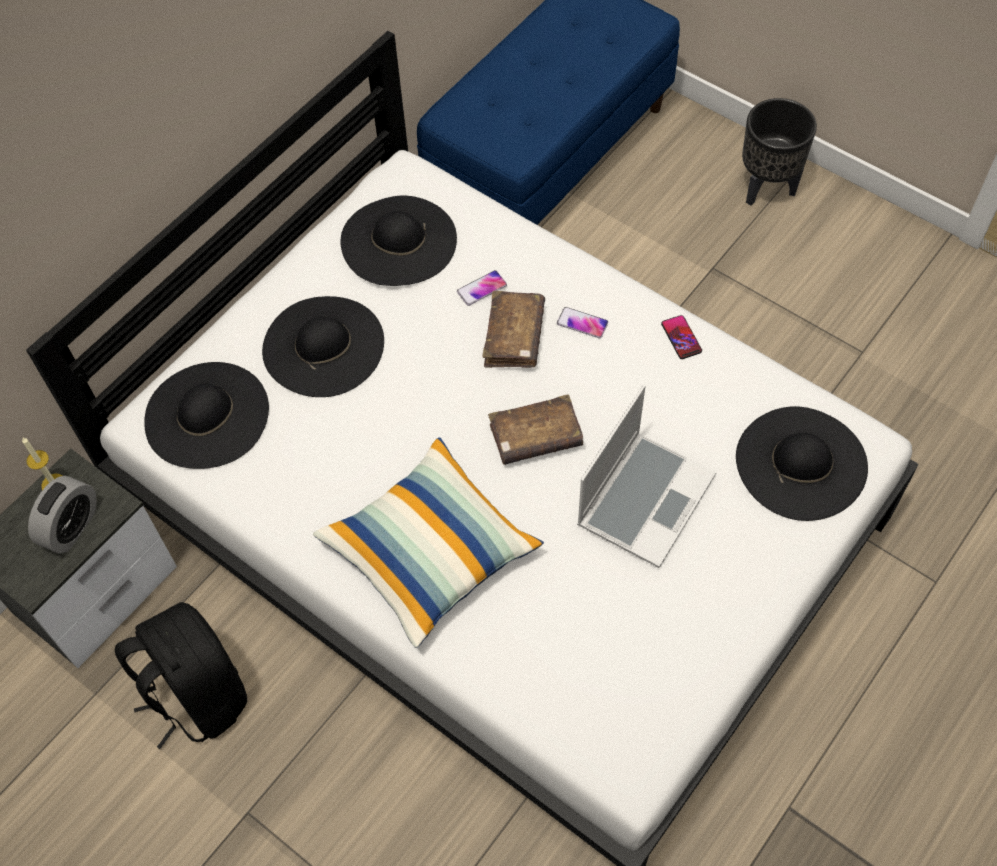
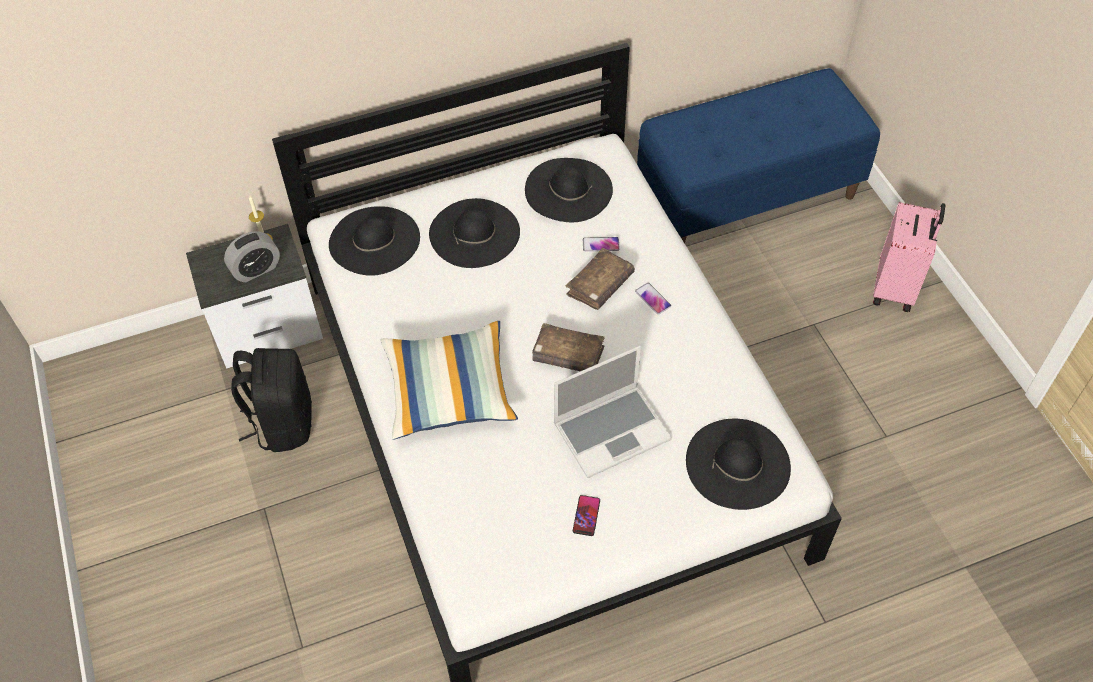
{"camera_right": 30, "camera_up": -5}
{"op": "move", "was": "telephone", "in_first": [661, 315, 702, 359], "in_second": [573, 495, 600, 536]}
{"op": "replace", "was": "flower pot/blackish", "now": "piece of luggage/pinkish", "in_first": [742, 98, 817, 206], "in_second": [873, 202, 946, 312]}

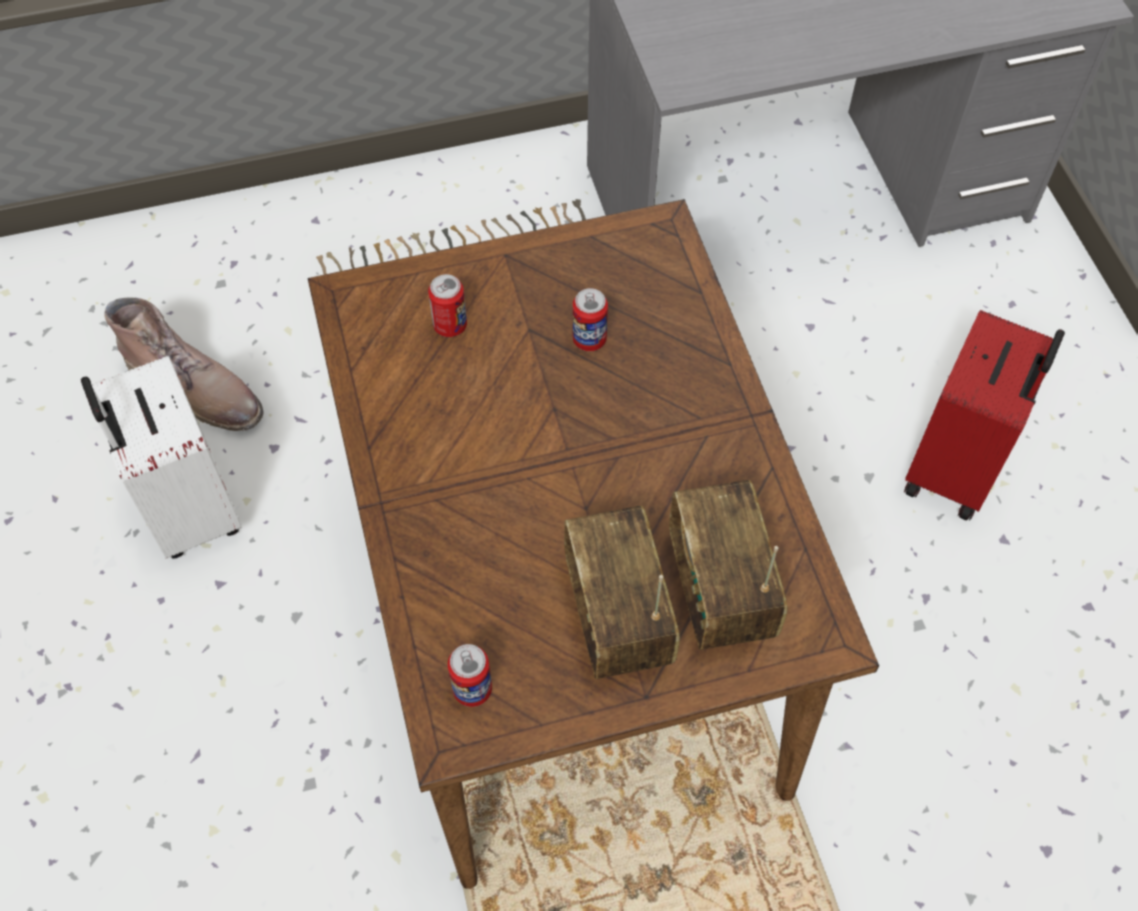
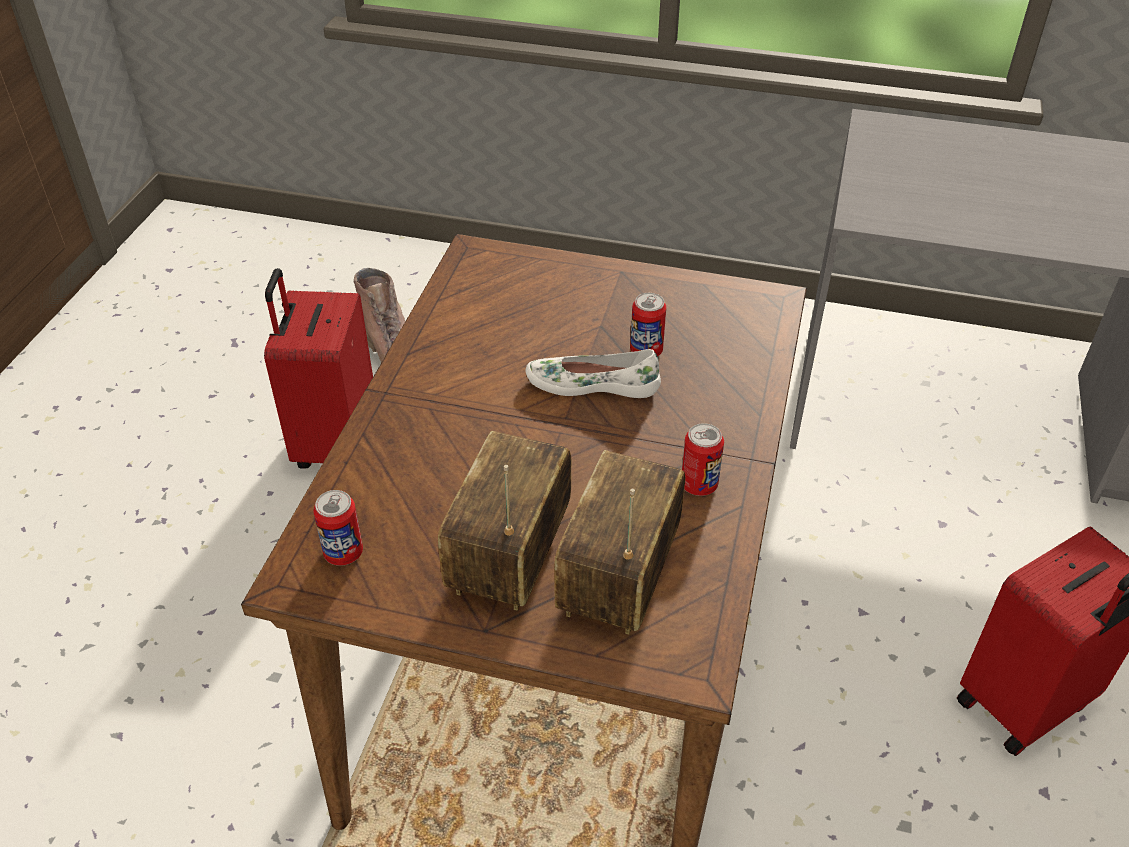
{"camera_right": 30, "camera_up": -15}
{"op": "recolor", "was": "piece of luggage/whitish", "now": "piece of luggage/red", "in_first": [81, 356, 242, 559], "in_second": [264, 268, 373, 469]}
{"op": "insert", "now": "low shoe/whitish", "in_second": [526, 349, 661, 398]}
{"op": "move", "was": "can", "in_first": [428, 274, 467, 337], "in_second": [682, 423, 724, 496]}

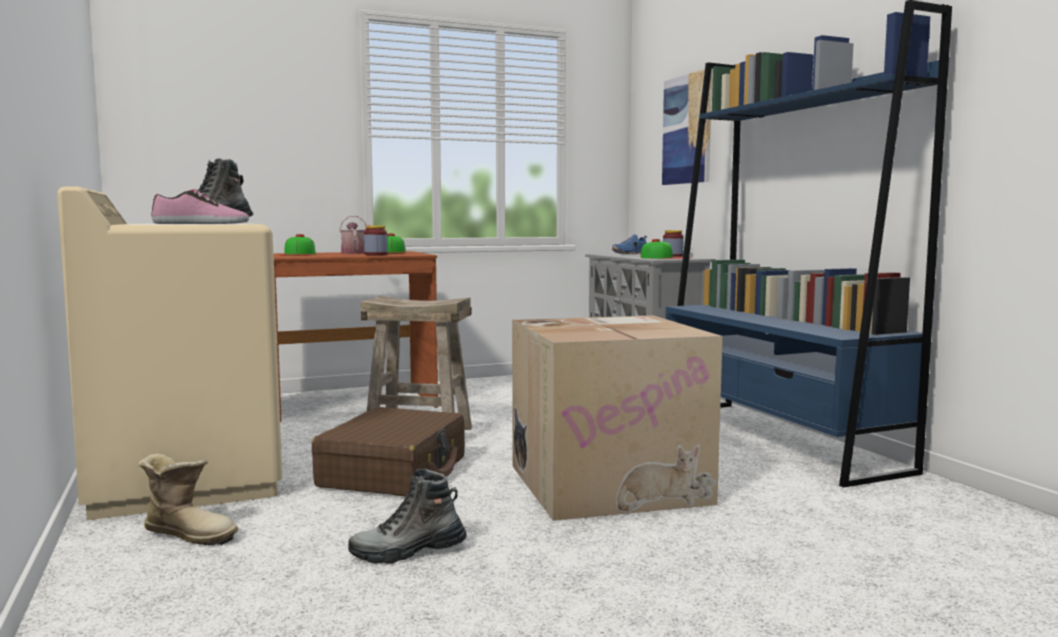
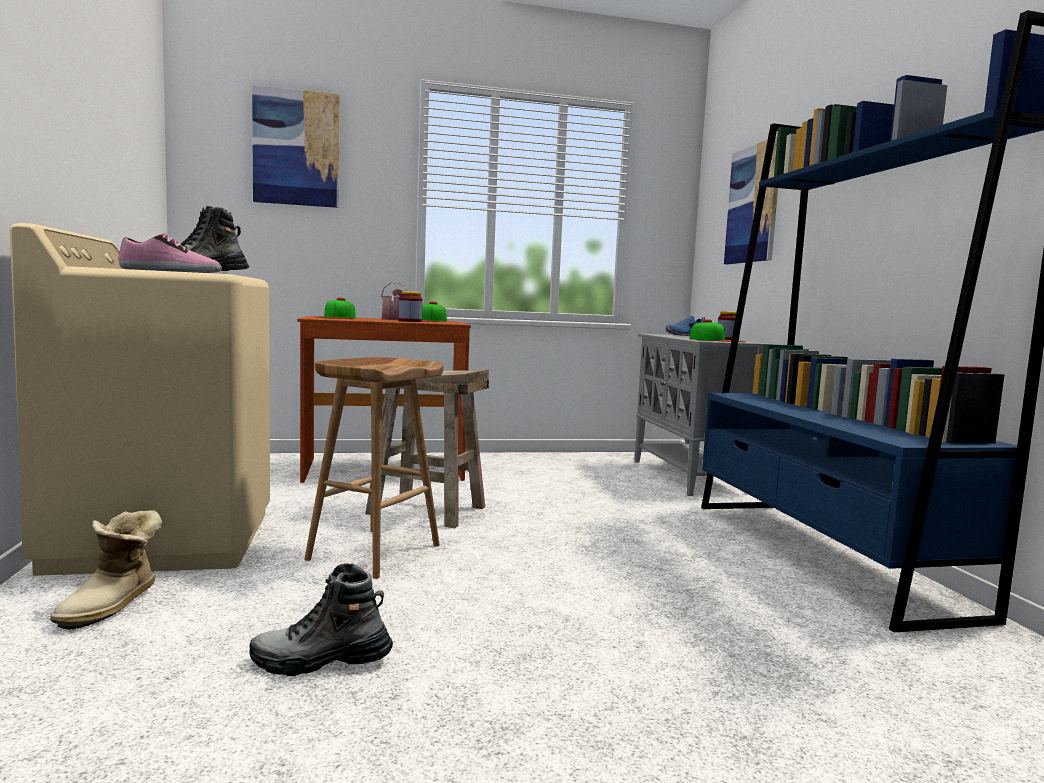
{"camera_right": 10, "camera_up": 0}
{"op": "rotate", "was": "high-top boot", "in_first": [138, 454, 238, 545], "in_second": [50, 510, 162, 630], "clockwise": 75}
{"op": "insert", "now": "picture", "in_second": [252, 85, 340, 208]}
{"op": "replace", "was": "piece of luggage/brown-coloured", "now": "stool seat/brown-coloured", "in_first": [312, 407, 465, 497], "in_second": [304, 357, 443, 579]}
{"op": "delete", "was": "cardboard box", "in_first": [512, 315, 723, 521]}

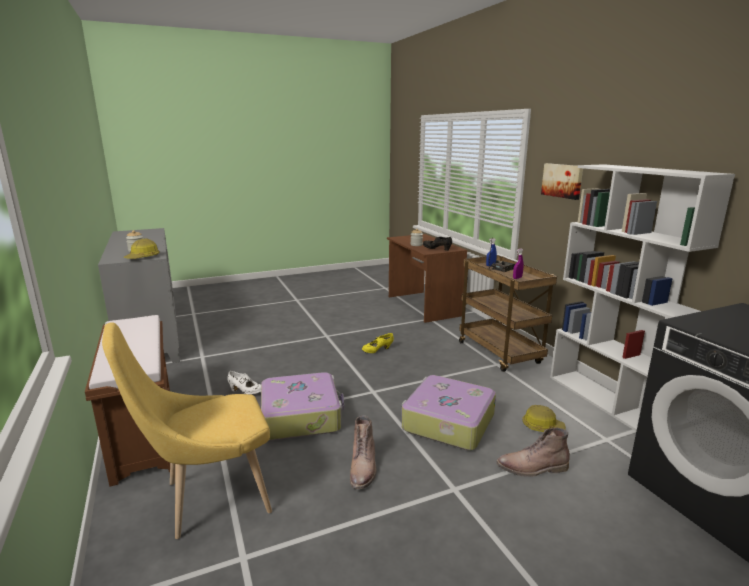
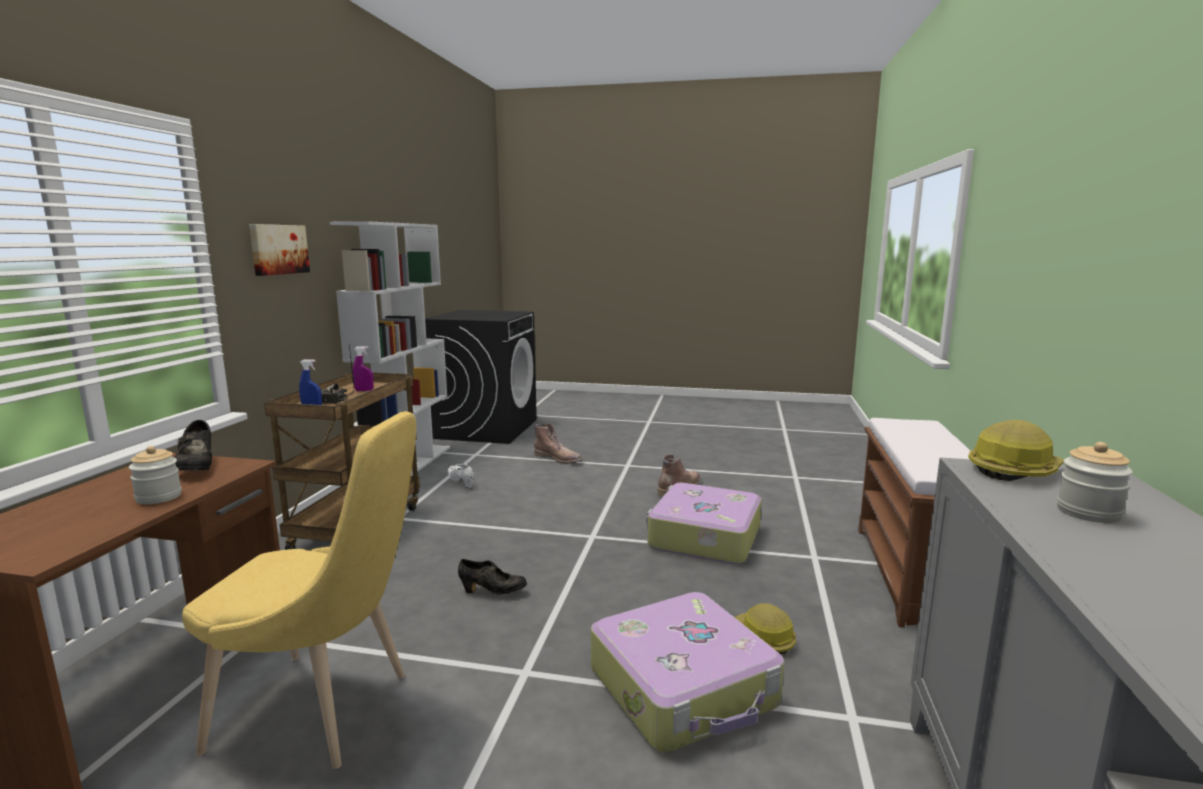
{"camera_right": -145, "camera_up": -5}
{"op": "move", "was": "plain chair/yellow-coloured", "in_first": [102, 322, 272, 539], "in_second": [182, 411, 416, 769]}
{"op": "move", "was": "low shoe/whitish", "in_first": [227, 371, 261, 394], "in_second": [448, 464, 474, 488]}
{"op": "recolor", "was": "low shoe/yellow-coloured", "now": "low shoe/blackish", "in_first": [362, 333, 394, 353], "in_second": [458, 559, 527, 595]}
{"op": "move", "was": "piece of luggage", "in_first": [401, 375, 496, 450], "in_second": [591, 592, 784, 753]}
{"op": "move", "was": "work helmet", "in_first": [522, 405, 566, 432], "in_second": [735, 603, 796, 654]}

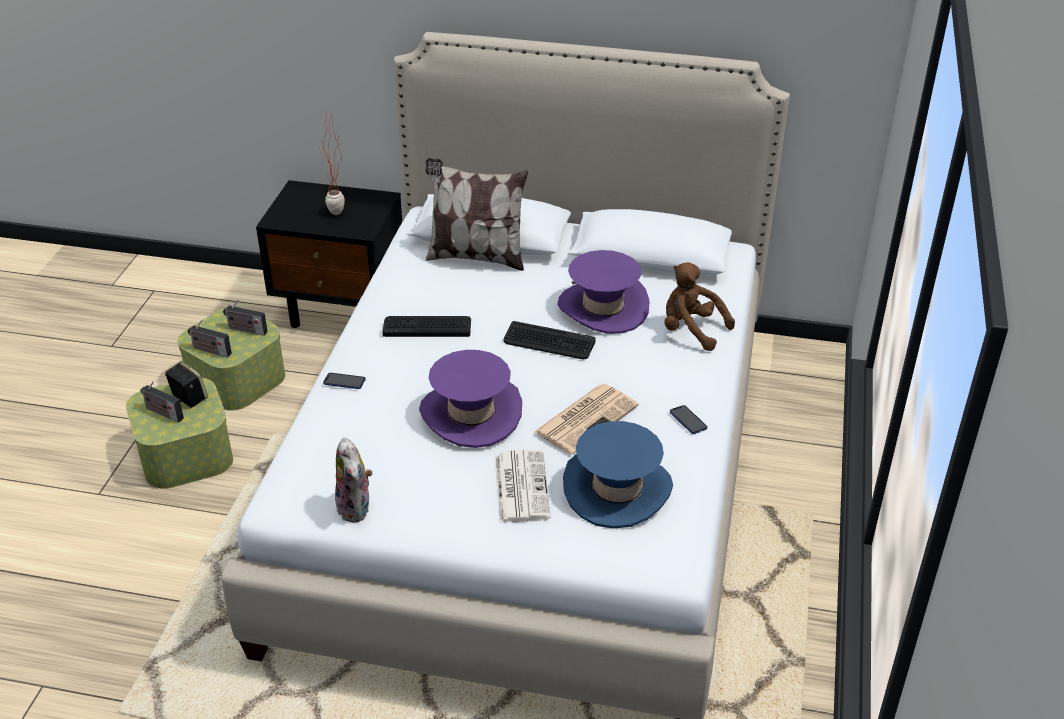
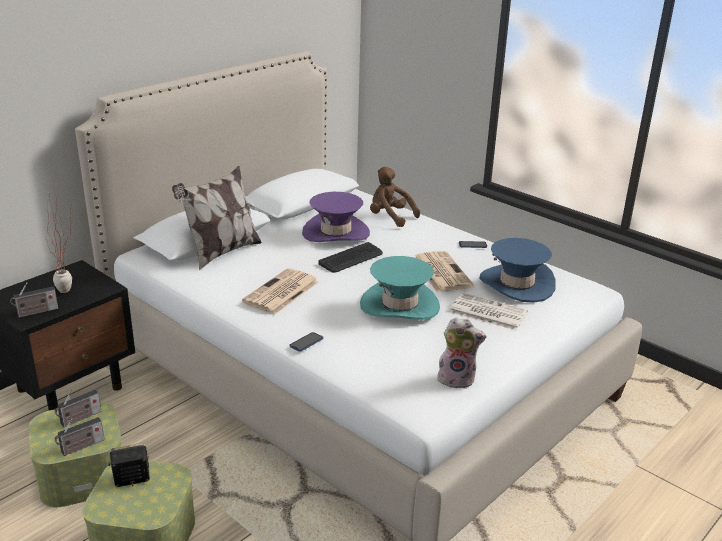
{"camera_right": -60, "camera_up": -10}
{"op": "move", "was": "radio set", "in_first": [140, 381, 184, 423], "in_second": [10, 282, 59, 318]}
{"op": "replace", "was": "keyboard", "now": "printed paper", "in_first": [382, 316, 471, 337], "in_second": [242, 268, 319, 314]}
{"op": "recolor", "was": "hat/purplish", "now": "hat/turquoise", "in_first": [419, 350, 522, 448], "in_second": [360, 256, 440, 320]}
{"op": "rotate", "was": "cuddly toy/brown-coloured", "in_first": [664, 262, 735, 351], "in_second": [370, 167, 420, 227], "clockwise": 60}

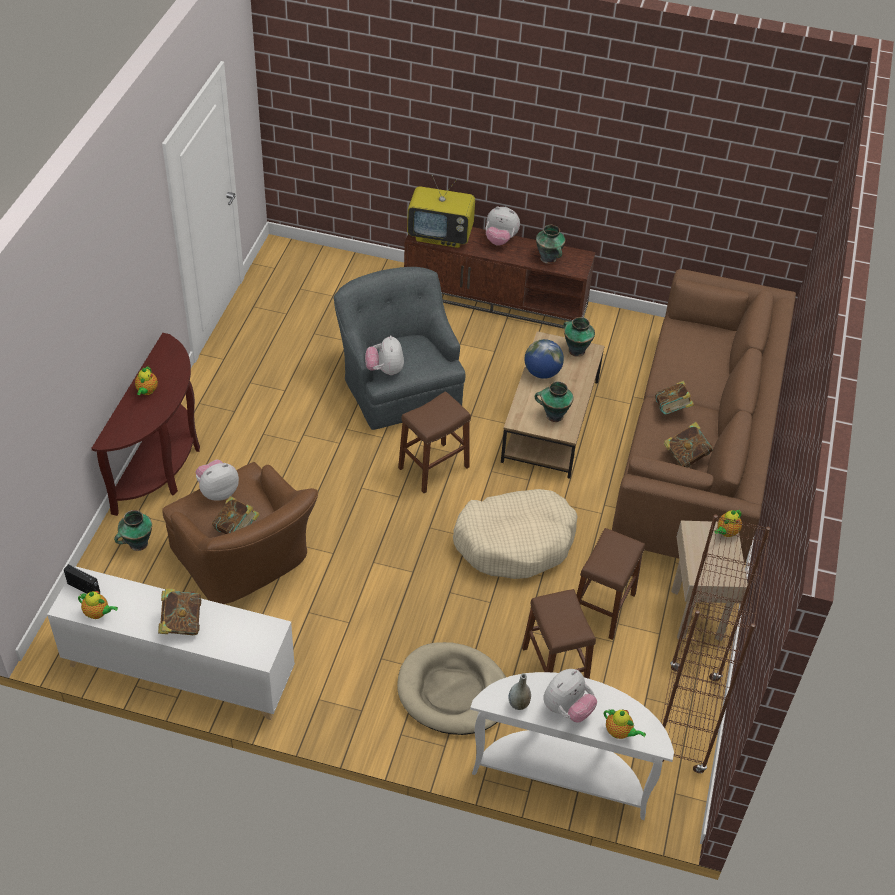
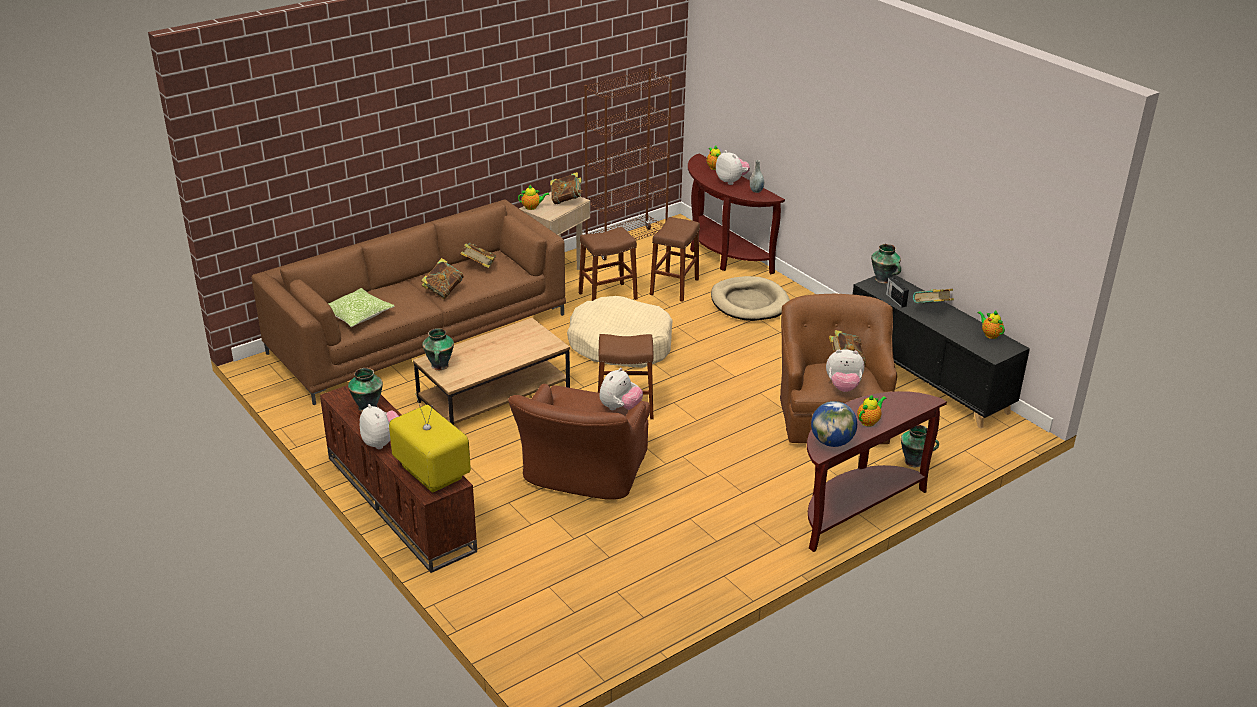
{"camera_right": -140, "camera_up": -15}
{"op": "insert", "now": "cushion", "in_second": [328, 288, 395, 327]}
{"op": "recolor", "was": "lounge chair/gray", "now": "lounge chair/brown-coloured", "in_first": [334, 267, 465, 430], "in_second": [508, 384, 650, 500]}
{"op": "insert", "now": "bound book", "in_second": [550, 172, 583, 204]}
{"op": "recolor", "was": "hall table/whitish", "now": "hall table/brown-coloured", "in_first": [470, 672, 674, 820], "in_second": [688, 154, 785, 274]}
{"op": "rotate", "was": "cuddly toy", "in_first": [543, 669, 597, 723], "in_second": [716, 150, 750, 185], "clockwise": 60}
{"op": "move", "was": "globe", "in_first": [524, 339, 564, 379], "in_second": [811, 401, 857, 447]}
{"op": "recolor", "was": "cupboard/whitish", "now": "cupboard/blackish", "in_first": [47, 566, 295, 720], "in_second": [853, 275, 1030, 429]}
{"op": "move", "was": "vase", "in_first": [535, 381, 573, 422], "in_second": [871, 244, 901, 284]}
{"op": "move", "was": "radio set", "in_first": [64, 564, 100, 594], "in_second": [886, 277, 909, 308]}

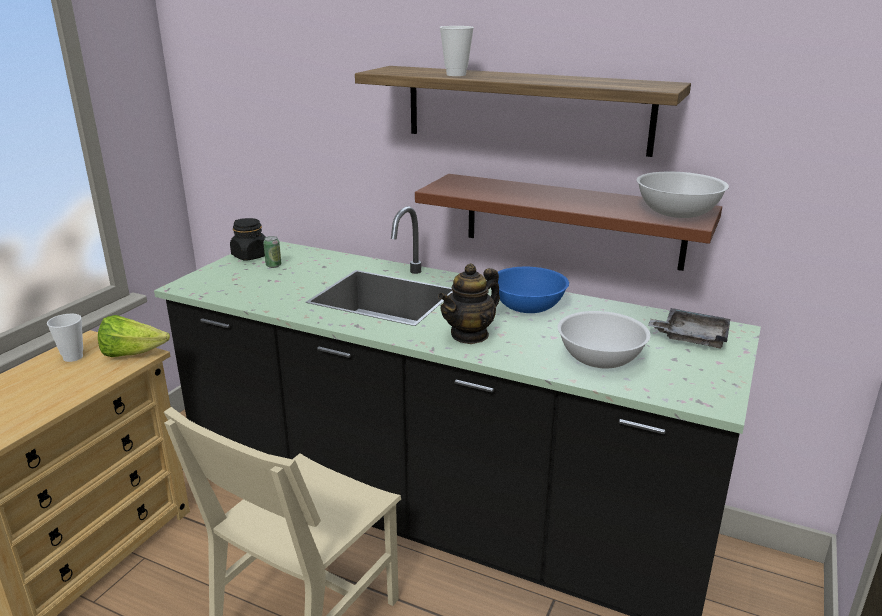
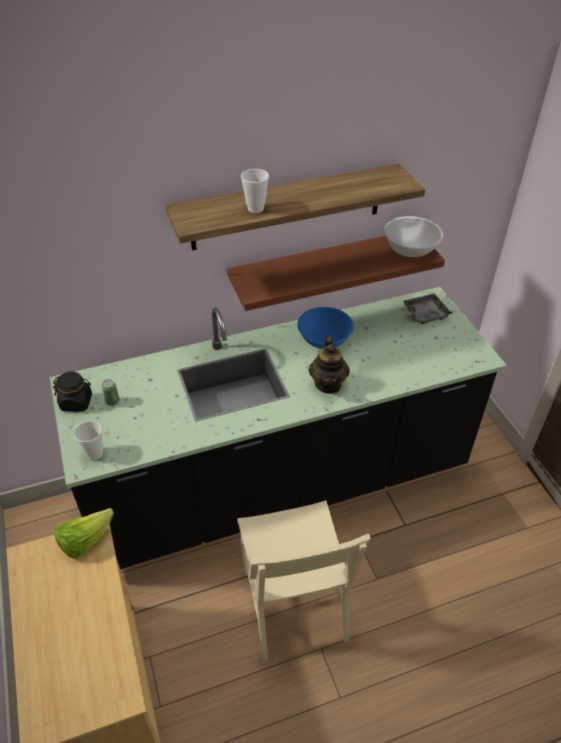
{"camera_right": -45, "camera_up": 20}
{"op": "move", "was": "small cup", "in_first": [47, 314, 83, 362], "in_second": [74, 421, 103, 460]}
{"op": "delete", "was": "serving bowl/whitish", "in_first": [558, 311, 650, 368]}

